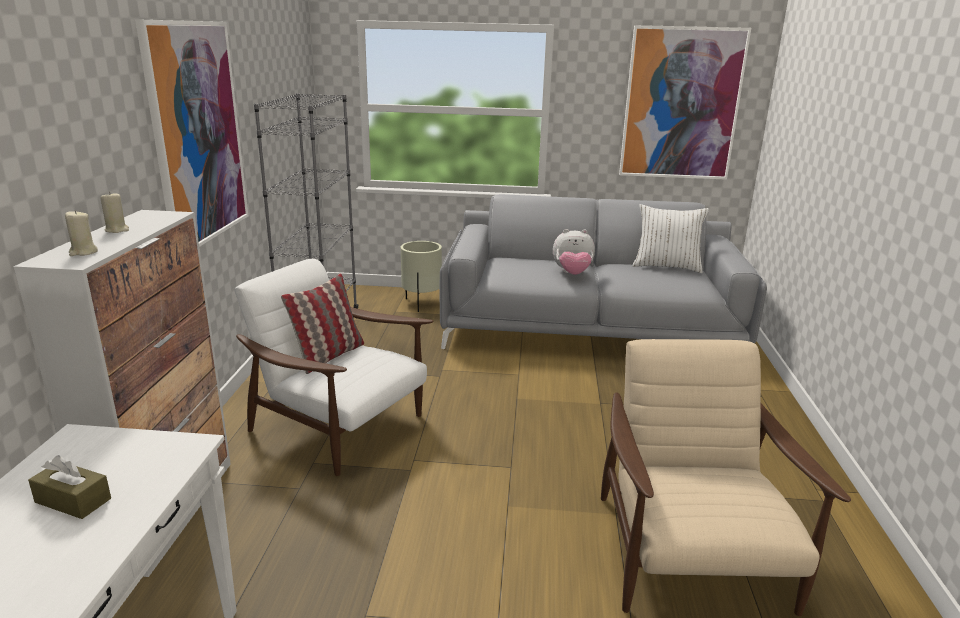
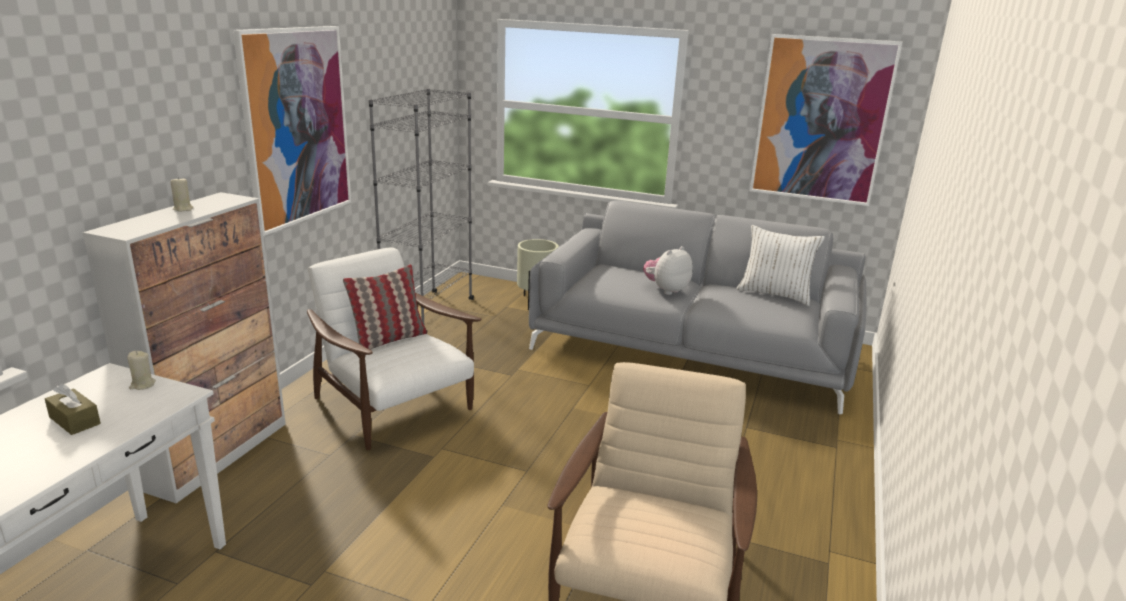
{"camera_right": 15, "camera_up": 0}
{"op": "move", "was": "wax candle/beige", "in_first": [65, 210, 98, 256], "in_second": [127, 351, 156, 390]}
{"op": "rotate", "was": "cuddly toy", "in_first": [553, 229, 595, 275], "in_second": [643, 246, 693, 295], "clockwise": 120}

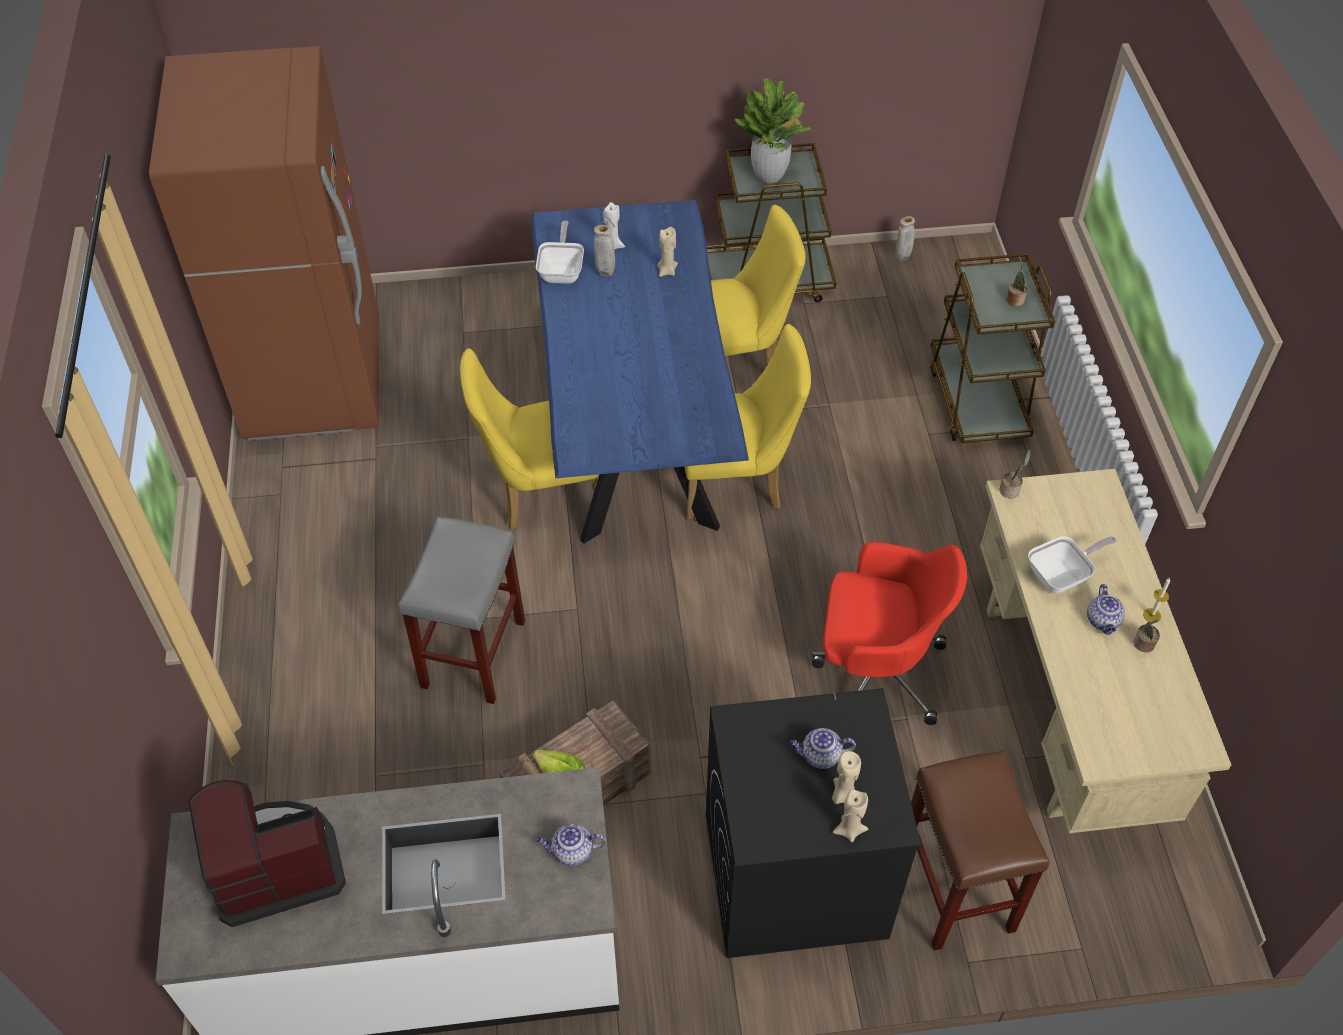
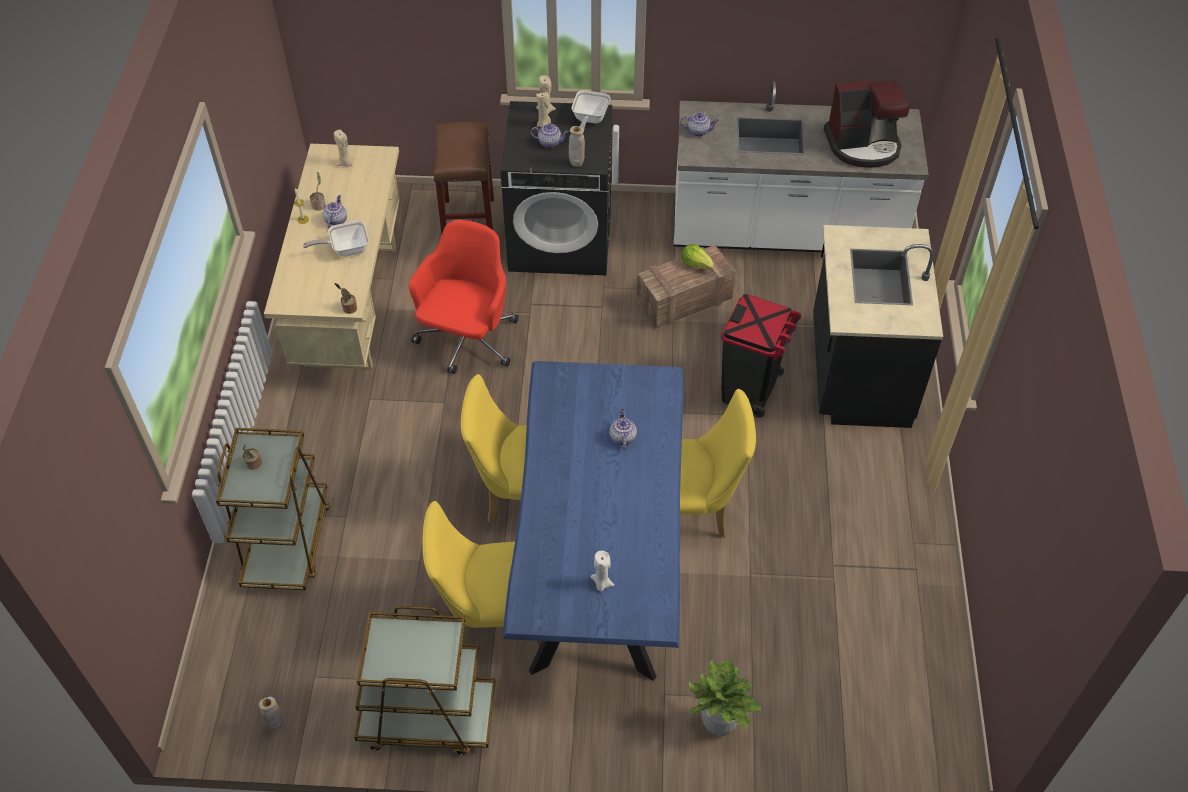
{"camera_right": -170, "camera_up": 0}
{"op": "move", "was": "wax candle/beige", "in_first": [657, 227, 678, 277], "in_second": [334, 130, 354, 167]}
{"op": "rotate", "was": "office chair/red", "in_first": [812, 542, 967, 725], "in_second": [409, 220, 519, 374], "clockwise": 90}
{"op": "move", "was": "vase/beige", "in_first": [594, 225, 615, 276], "in_second": [569, 126, 585, 167]}
{"op": "move", "was": "frying pan", "in_first": [536, 221, 584, 284], "in_second": [571, 90, 610, 129]}
{"op": "insert", "now": "tea pot", "in_second": [609, 409, 637, 450]}
{"op": "move", "was": "potted plant", "in_first": [735, 78, 811, 183], "in_second": [689, 659, 761, 736]}
{"op": "replace", "was": "stool seat/gray", "now": "waste bin/blackish", "in_first": [399, 516, 525, 704], "in_second": [721, 294, 801, 418]}
{"op": "insert", "now": "kitchen base unit/blackish", "in_second": [813, 225, 943, 428]}
{"op": "delete", "was": "refrigerator/brown-coloured", "in_first": [149, 46, 379, 441]}

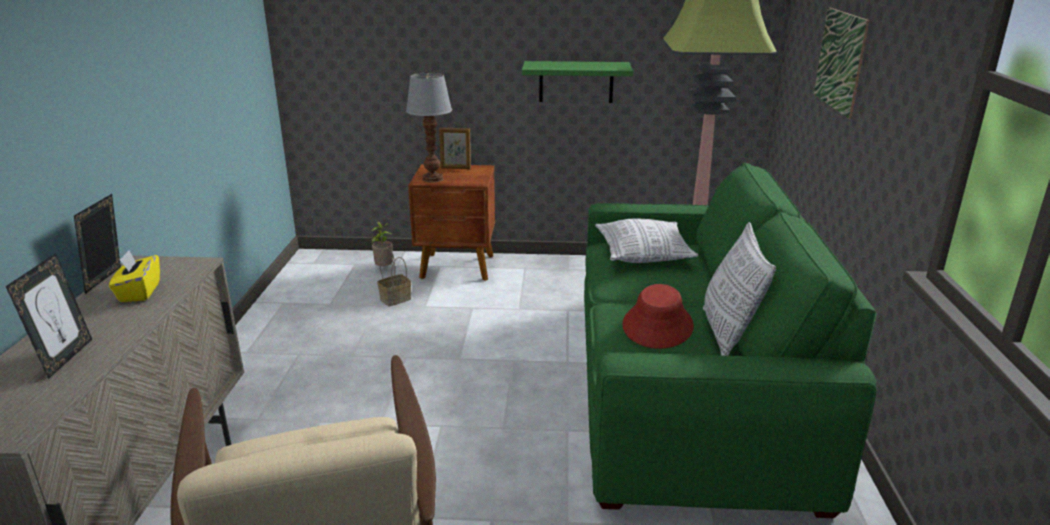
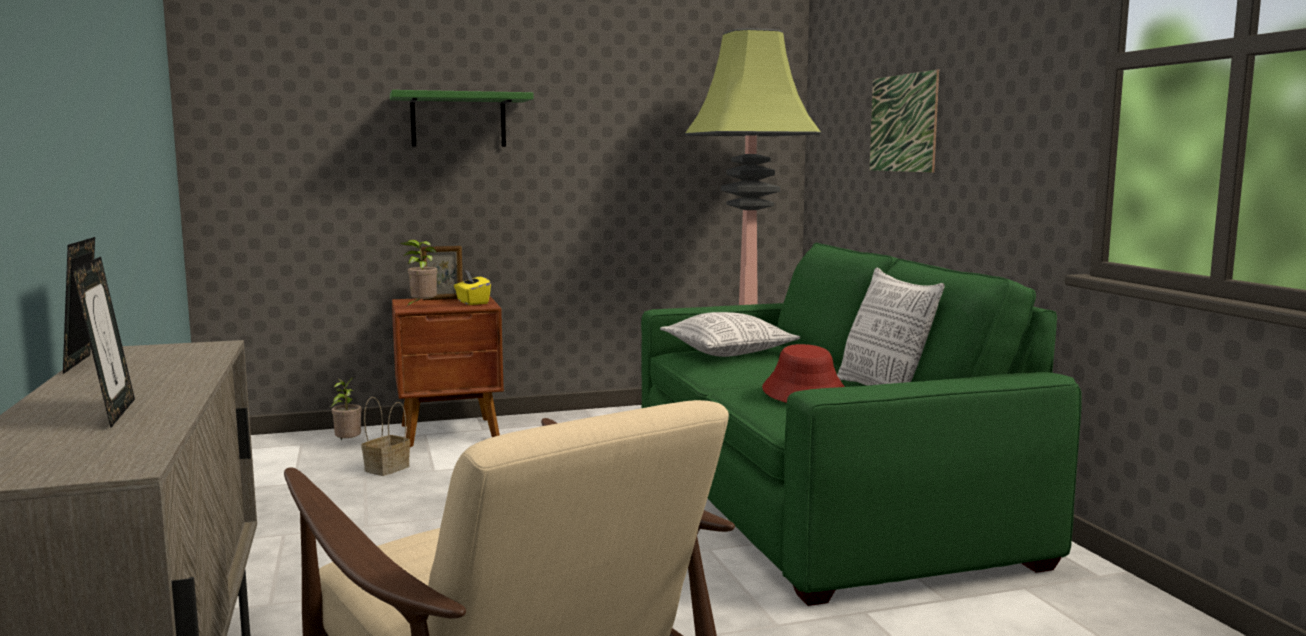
{"camera_right": -20, "camera_up": -15}
{"op": "move", "was": "shelf/greenish", "in_first": [522, 61, 633, 103], "in_second": [390, 90, 534, 147]}
{"op": "replace", "was": "tabletop lamp", "now": "potted plant", "in_first": [406, 73, 452, 182], "in_second": [400, 240, 438, 307]}
{"op": "move", "was": "tissue box/yellow-coloured", "in_first": [109, 250, 160, 302], "in_second": [454, 270, 491, 305]}

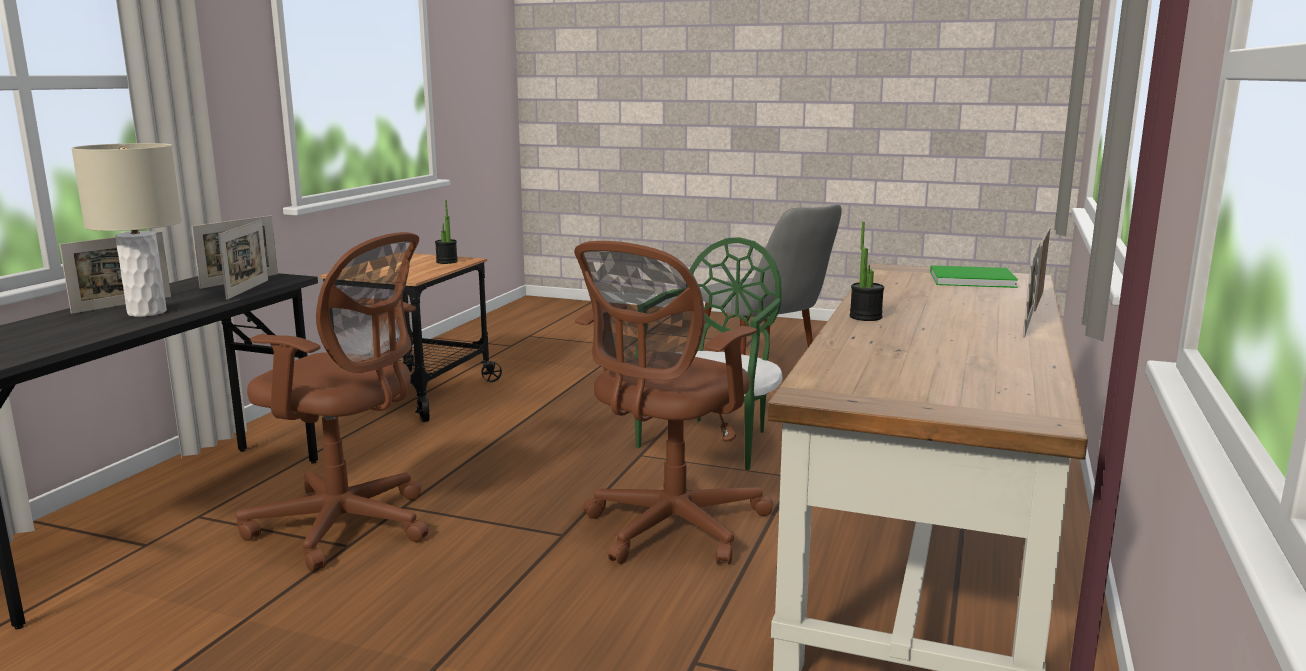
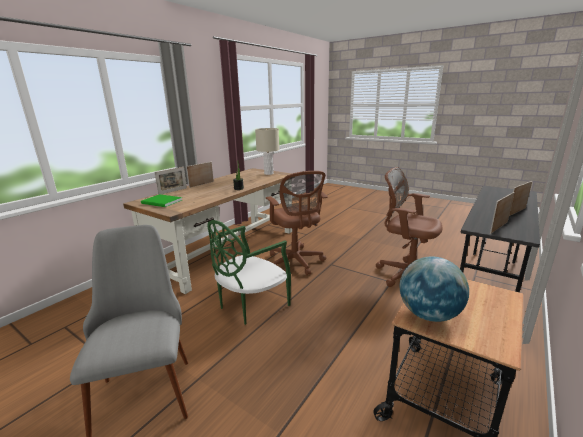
{"camera_right": -165, "camera_up": 5}
{"op": "move", "was": "tabletop lamp/beige", "in_first": [71, 143, 182, 317], "in_second": [255, 128, 279, 175]}
{"op": "rotate", "was": "office chair/brown-coloured", "in_first": [574, 241, 773, 564], "in_second": [266, 171, 328, 275], "clockwise": 105}
{"op": "replace", "was": "potted plant", "now": "globe", "in_first": [435, 200, 458, 264], "in_second": [400, 256, 469, 322]}
{"op": "delete", "was": "photo frame", "in_first": [218, 220, 268, 300]}

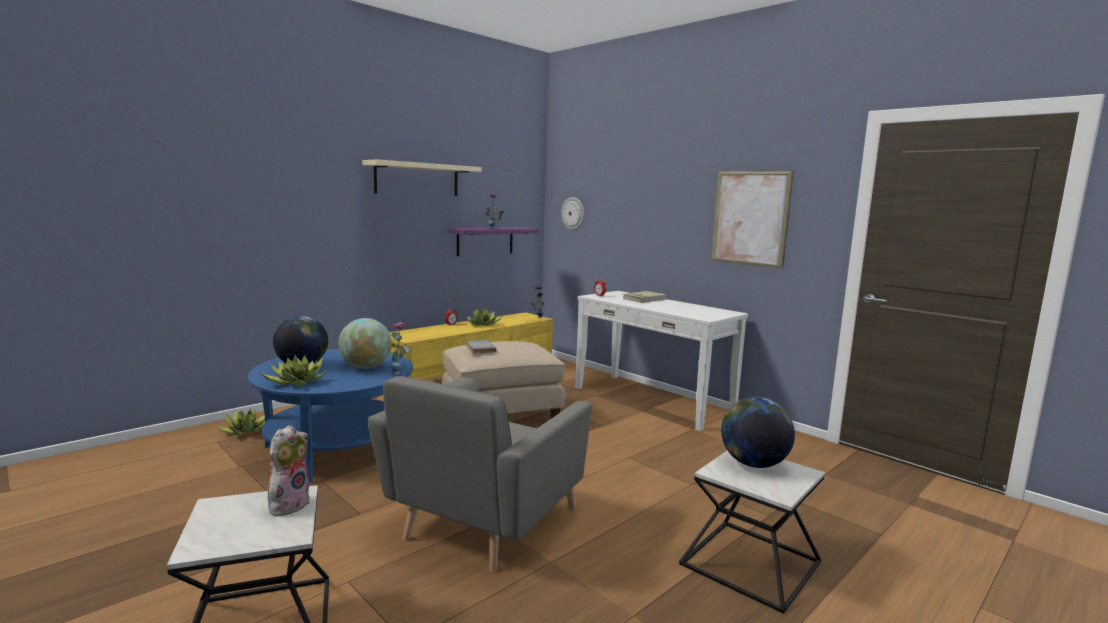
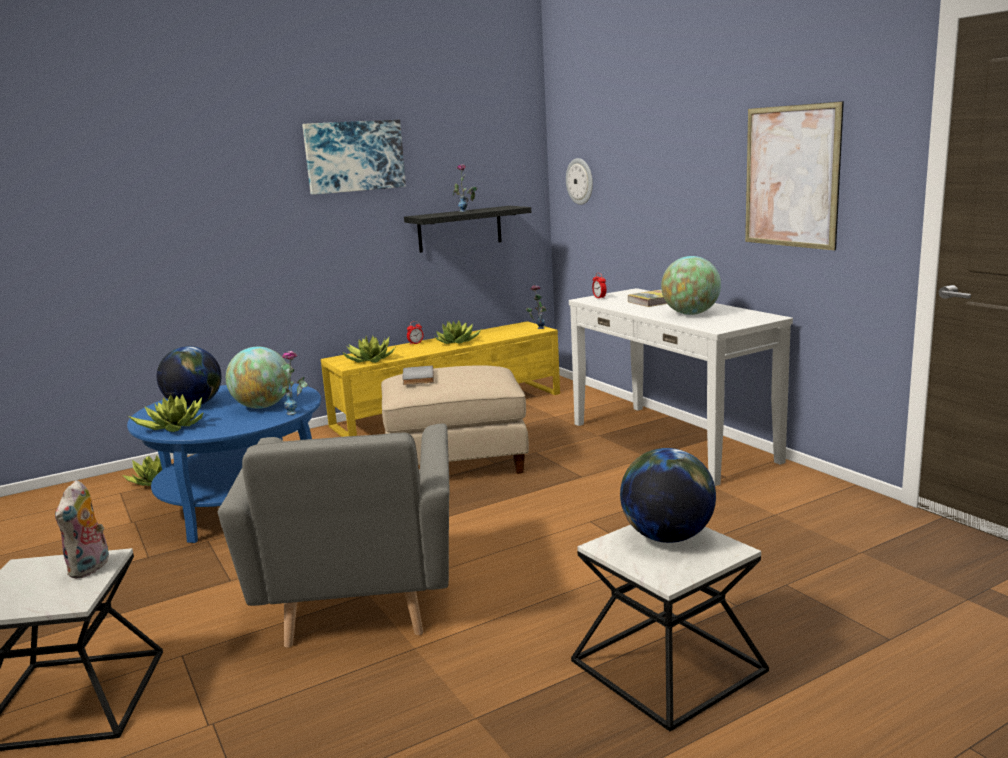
{"camera_right": 15, "camera_up": 5}
{"op": "rotate", "was": "cuddly toy", "in_first": [268, 425, 310, 516], "in_second": [55, 480, 109, 578], "clockwise": 150}
{"op": "rotate", "was": "lounge chair/gray", "in_first": [368, 376, 592, 573], "in_second": [218, 424, 449, 648], "clockwise": -45}
{"op": "replace", "was": "shelf/beige", "now": "picture", "in_first": [362, 160, 481, 196], "in_second": [302, 120, 406, 195]}
{"op": "insert", "now": "potted plant", "in_second": [342, 336, 395, 363]}
{"op": "recolor", "was": "shelf/purplish", "now": "shelf/blackish", "in_first": [448, 227, 539, 256], "in_second": [404, 206, 531, 253]}
{"op": "insert", "now": "globe", "in_second": [661, 256, 721, 315]}

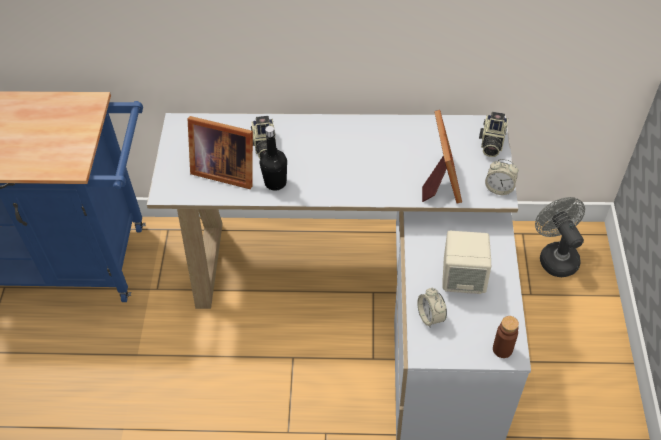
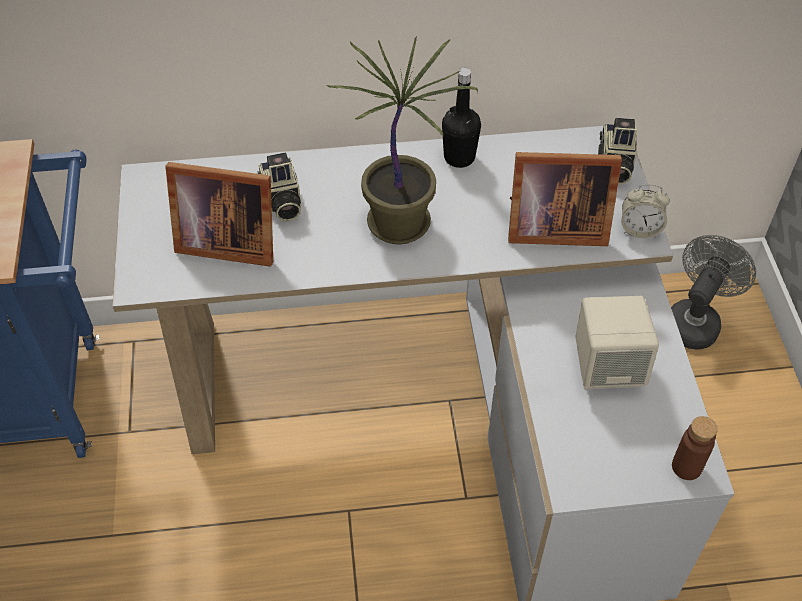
{"camera_right": -10, "camera_up": 0}
{"op": "insert", "now": "potted plant", "in_second": [326, 36, 478, 245]}
{"op": "move", "was": "bottle/blackish", "in_first": [260, 126, 287, 191], "in_second": [442, 68, 481, 168]}
{"op": "rotate", "was": "photo frame", "in_first": [422, 110, 462, 203], "in_second": [508, 152, 622, 246], "clockwise": 105}
{"op": "rotate", "was": "electric fan/gray", "in_first": [535, 197, 585, 277], "in_second": [671, 235, 756, 350], "clockwise": 60}
{"op": "delete", "was": "table clock", "in_first": [417, 288, 447, 327]}

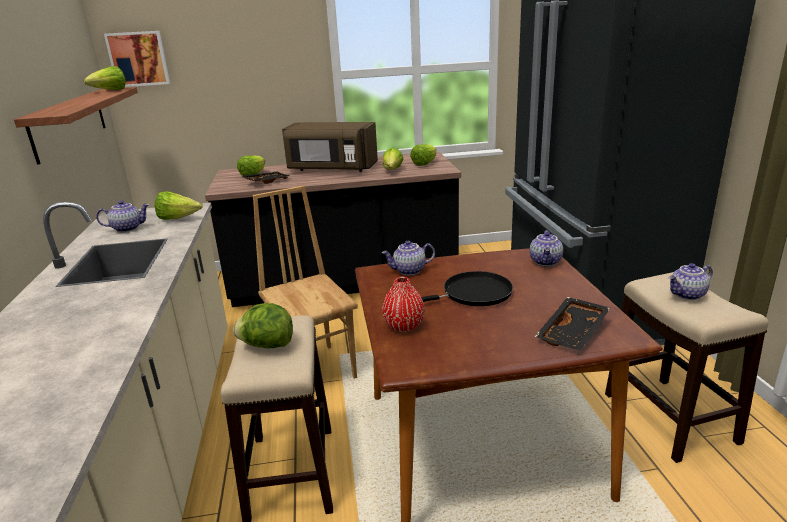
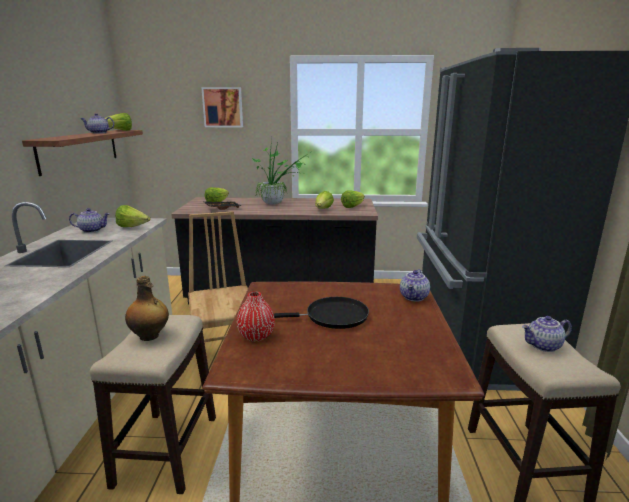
{"camera_right": 10, "camera_up": -5}
{"op": "move", "was": "tea pot", "in_first": [382, 241, 435, 275], "in_second": [81, 113, 114, 134]}
{"op": "replace", "was": "head of lettuce", "now": "bottle", "in_first": [233, 303, 293, 349], "in_second": [125, 276, 169, 341]}
{"op": "move", "was": "picture", "in_first": [104, 31, 170, 87], "in_second": [201, 87, 243, 127]}
{"op": "replace", "was": "microwave/brown-coloured", "now": "potted plant", "in_first": [282, 122, 378, 172], "in_second": [252, 139, 310, 204]}
{"op": "delete", "was": "carrying tray/blackish", "in_first": [535, 297, 610, 350]}

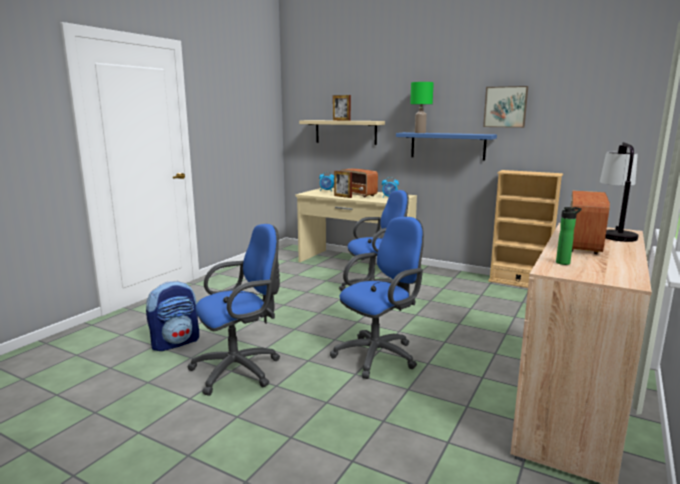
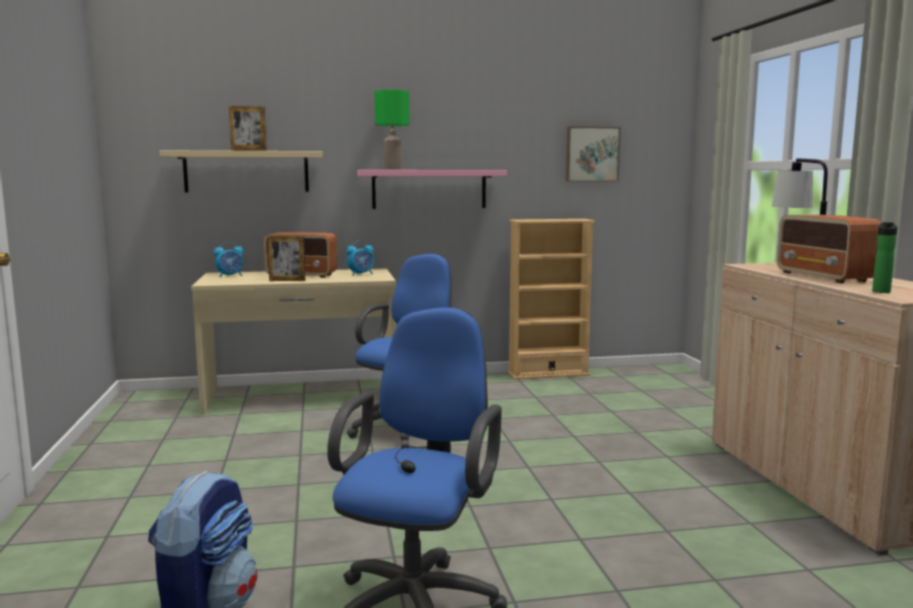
{"camera_right": -40, "camera_up": -5}
{"op": "recolor", "was": "shelf/bluish", "now": "shelf/pinkish", "in_first": [396, 132, 497, 161], "in_second": [357, 170, 507, 209]}
{"op": "move", "was": "picture", "in_first": [483, 86, 528, 128], "in_second": [566, 127, 621, 182]}
{"op": "delete", "was": "office chair/bluish", "in_first": [330, 217, 424, 379]}

